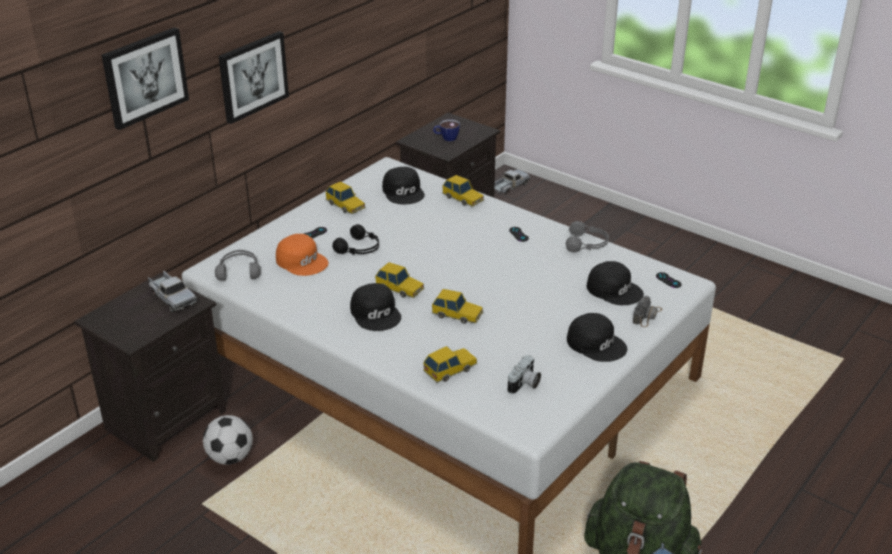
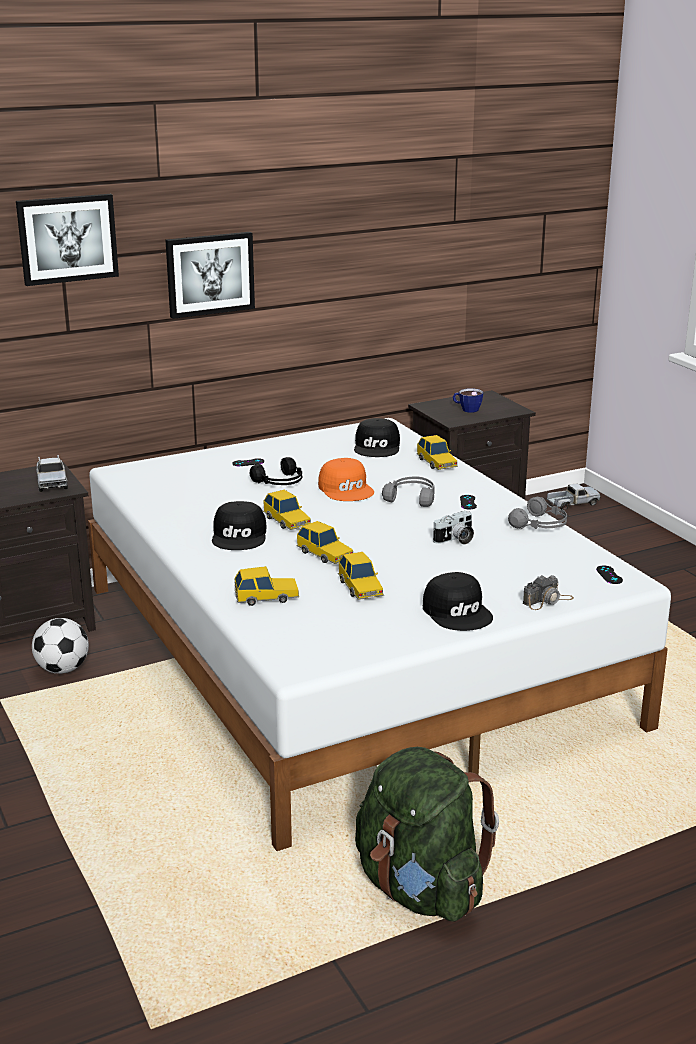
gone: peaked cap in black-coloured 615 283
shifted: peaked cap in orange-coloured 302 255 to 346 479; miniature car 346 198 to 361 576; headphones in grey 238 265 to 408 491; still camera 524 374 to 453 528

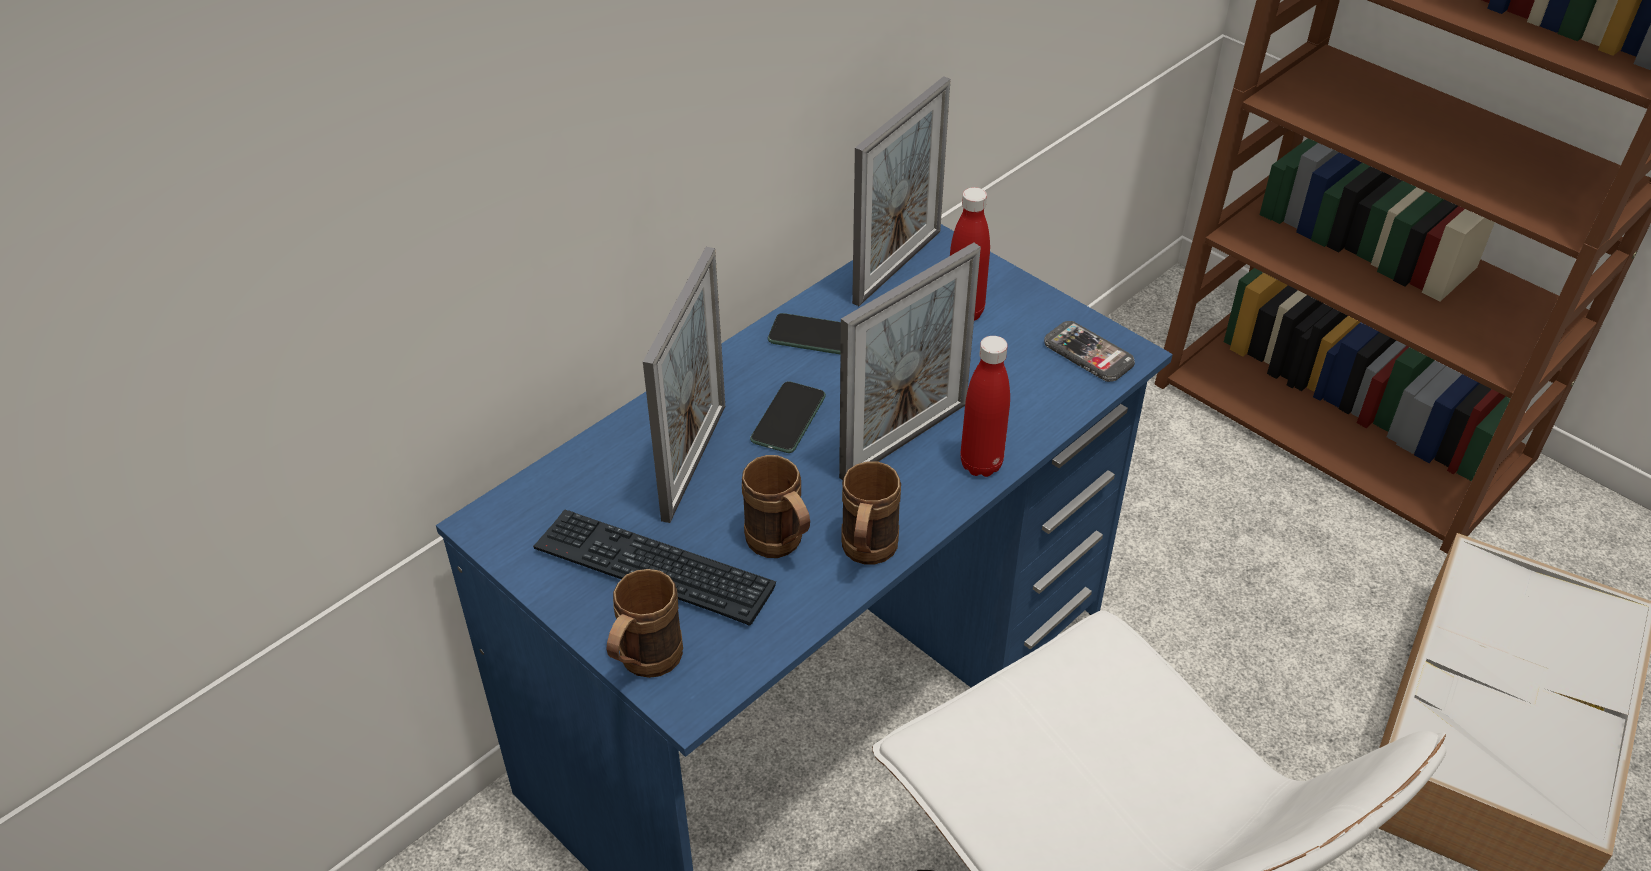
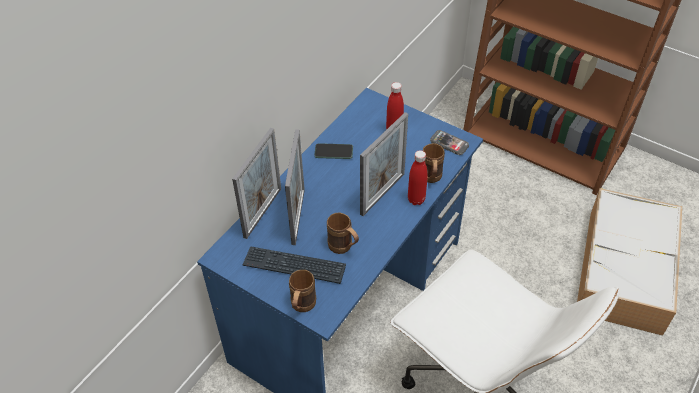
gone: telephone 788 417
shifted: standing frame 901 191 to 256 183; mug in brown 871 512 to 434 163

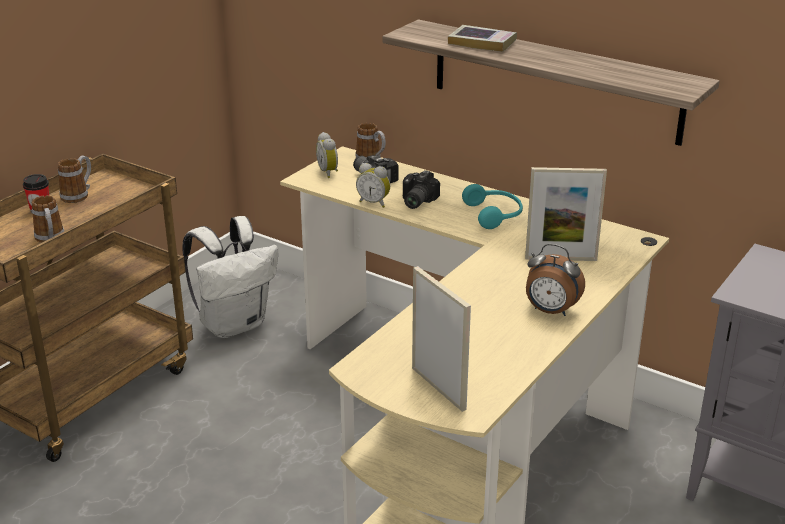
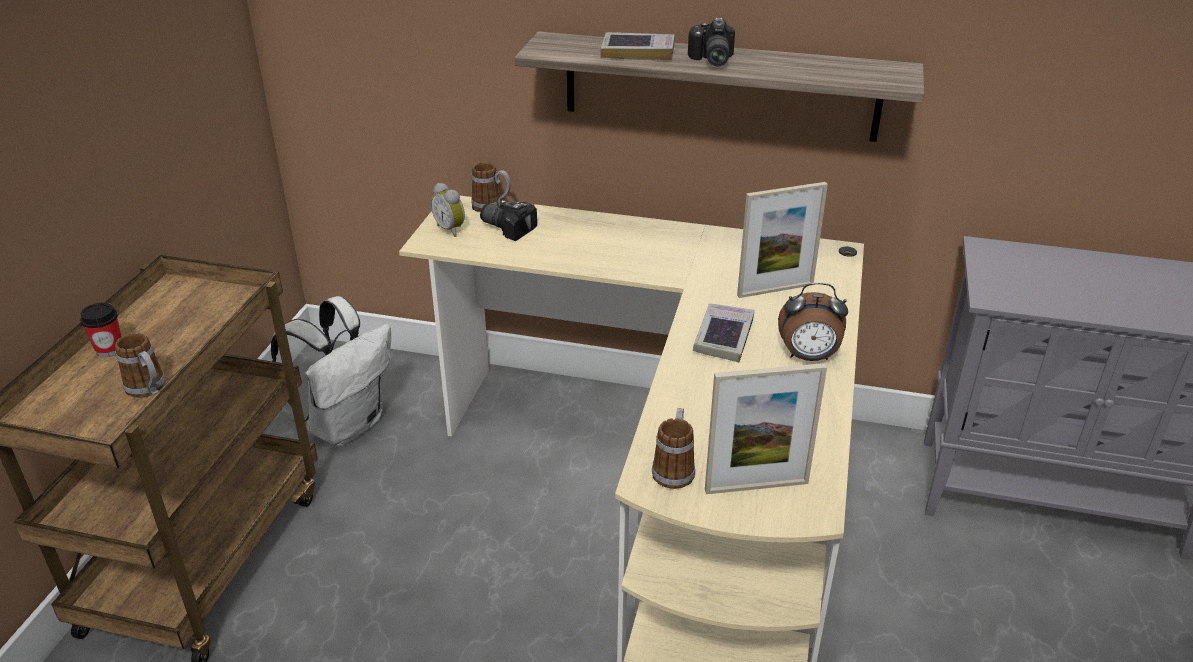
gone: alarm clock 373 185; headphones in blue-green 492 206
new: book 724 333
shifted: mug 74 179 to 673 448; still camera 421 189 to 711 42
rotated: standing frame 441 339 = 766 428 135 degrees clockwise

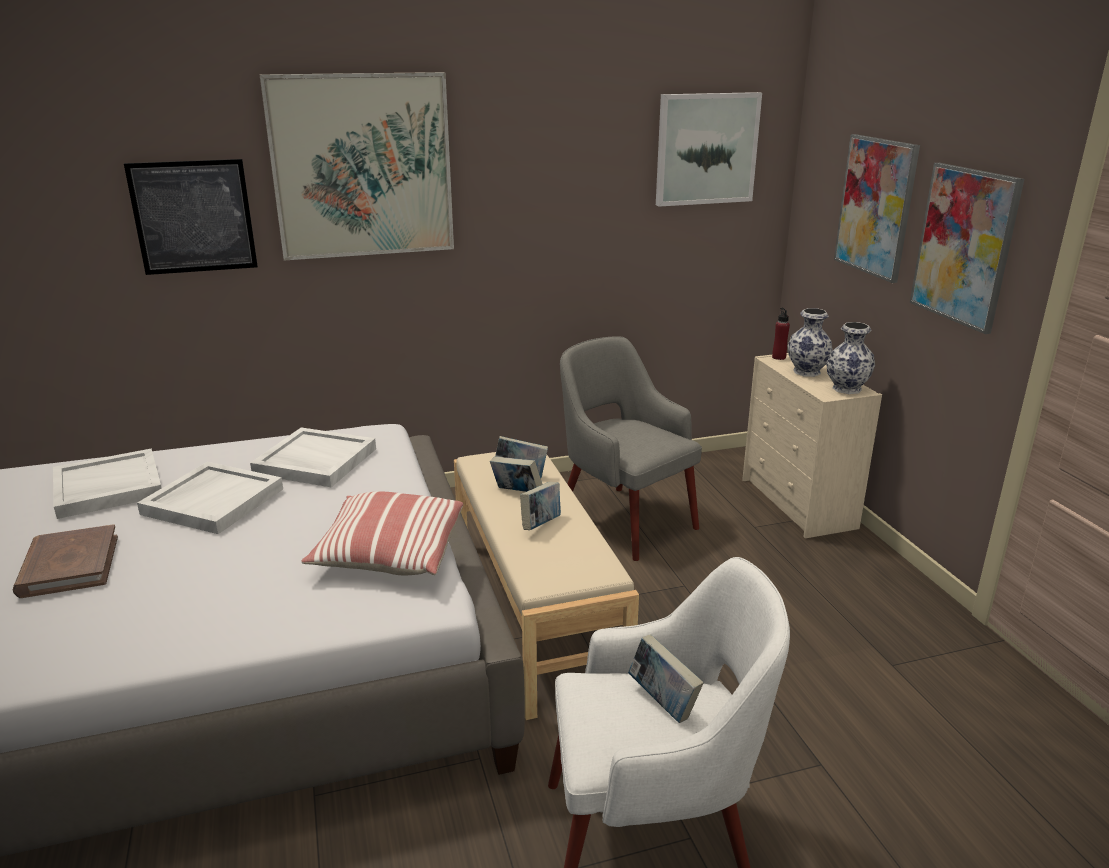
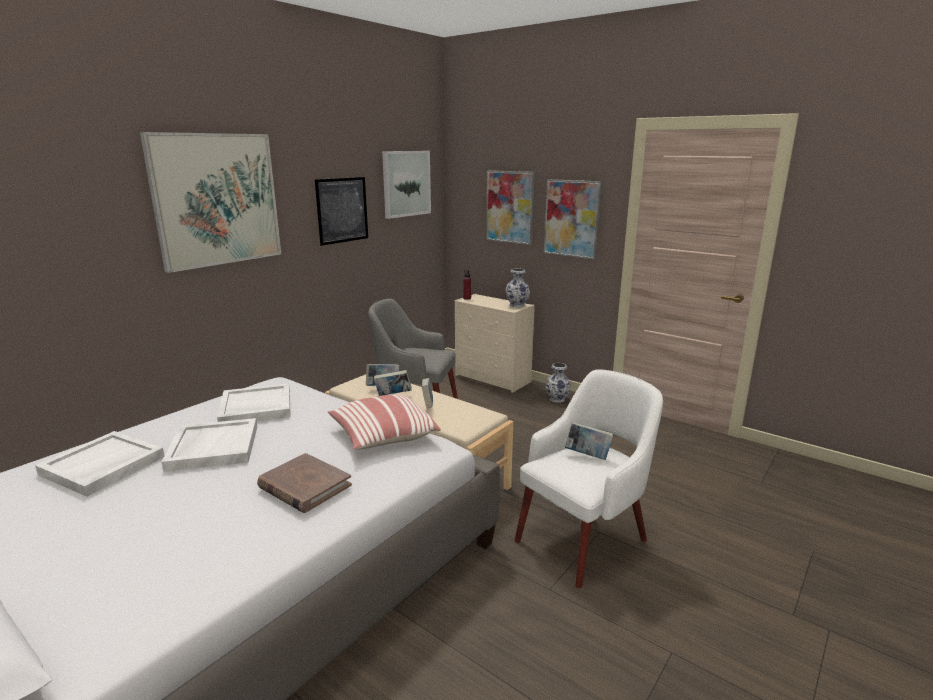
shifted: book in brown 65 561 to 304 483; wall art 191 217 to 341 211; decorative vase 810 342 to 558 383

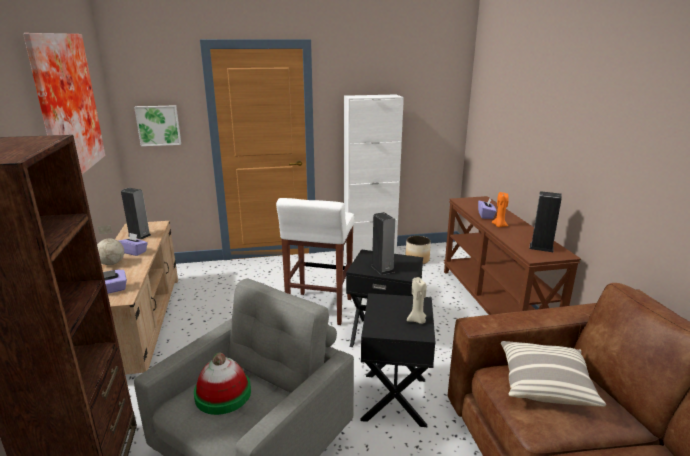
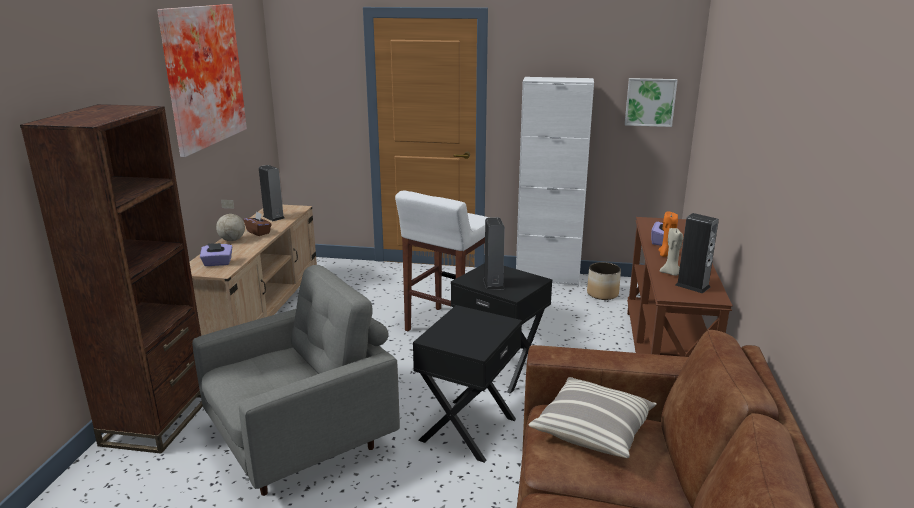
gone: clothing hat 222 384
shifted: wall art 157 125 to 651 102; wax light in sand-coloured 417 300 to 671 252
repainted: box of tissues in purple-coloured 133 244 to box of tissues in brown 258 223

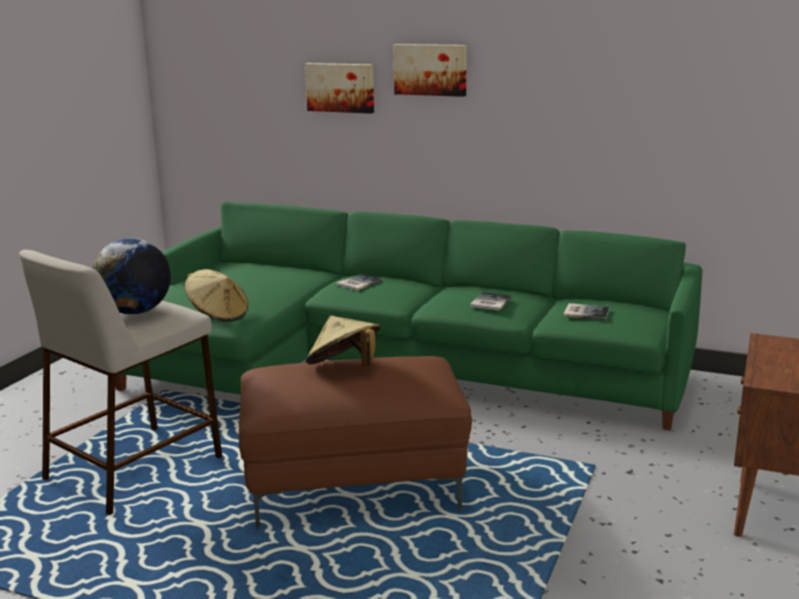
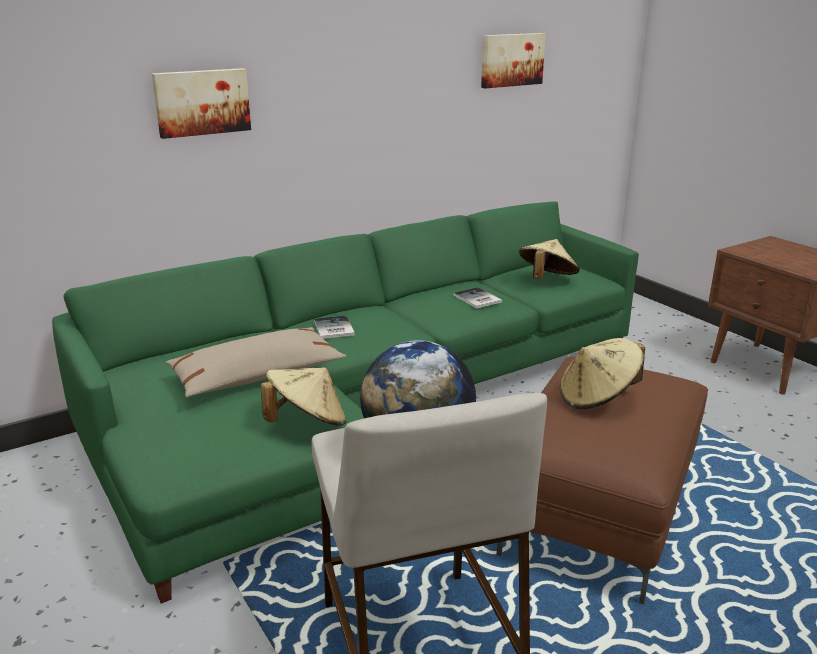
new: throw pillow in sand-coloured 256 362
shifted: wall art 430 70 to 513 60
swapped: book 586 311 to clothing hat in sand-coloured 549 259

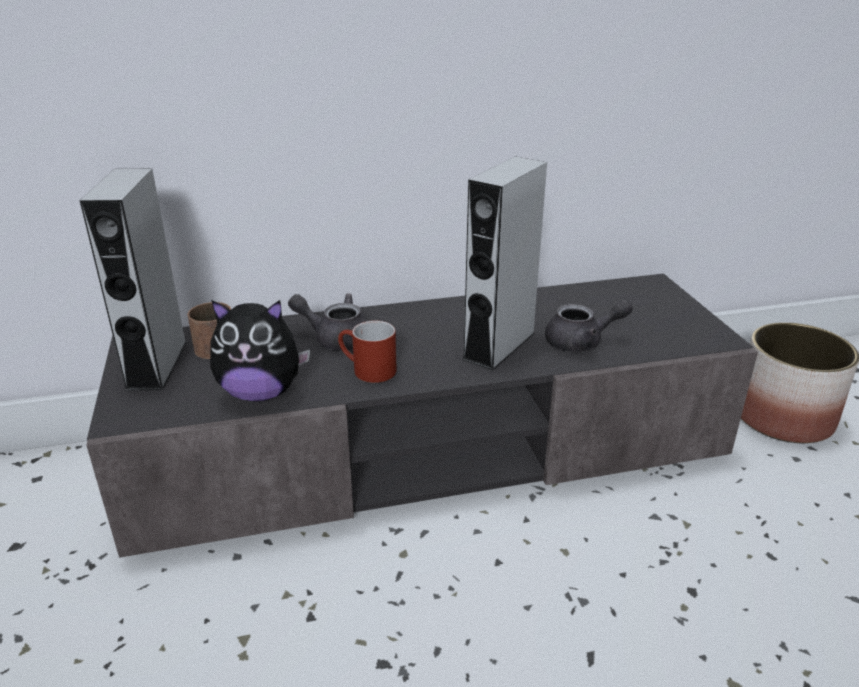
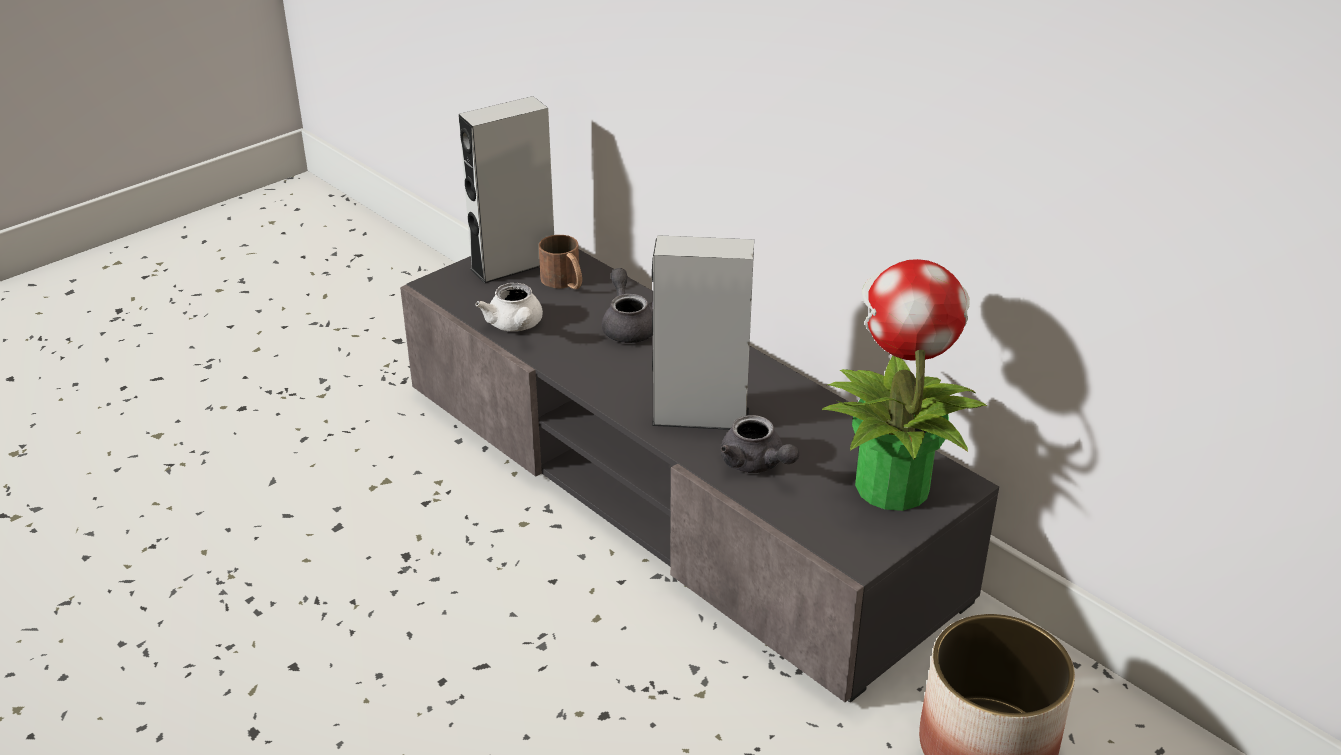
gone: mug in red 367 351
new: plant in a pot 904 385
swapped: cuddly toy 260 351 to tea pot in white 509 307

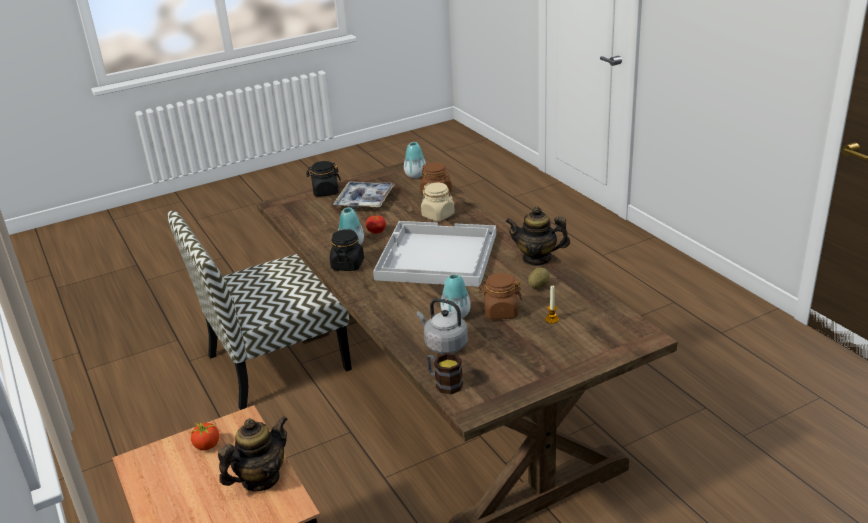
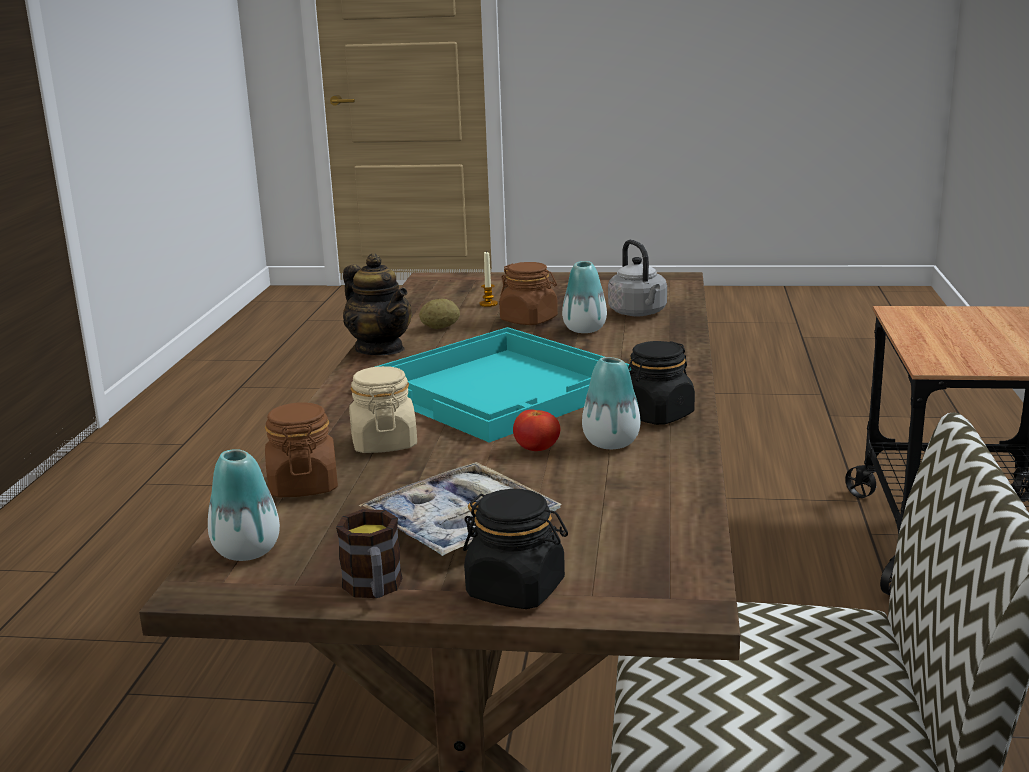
gone: whole tomato 204 436; tea pot 253 454
shifted: mug 445 373 to 369 553
repainted: tray in white 434 254 to tray in blue-green 503 385

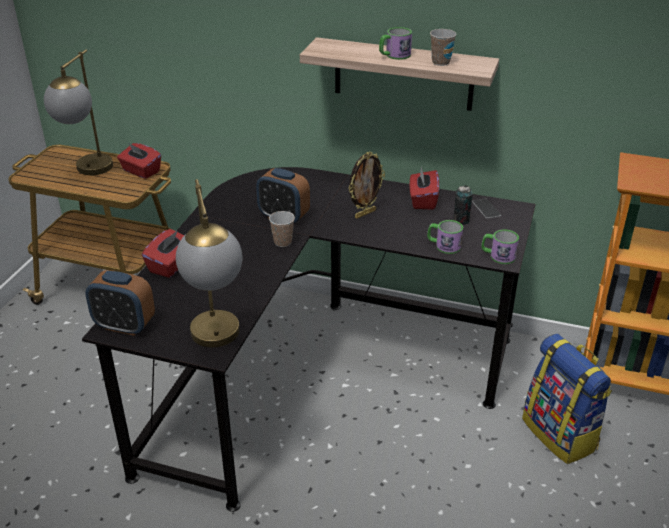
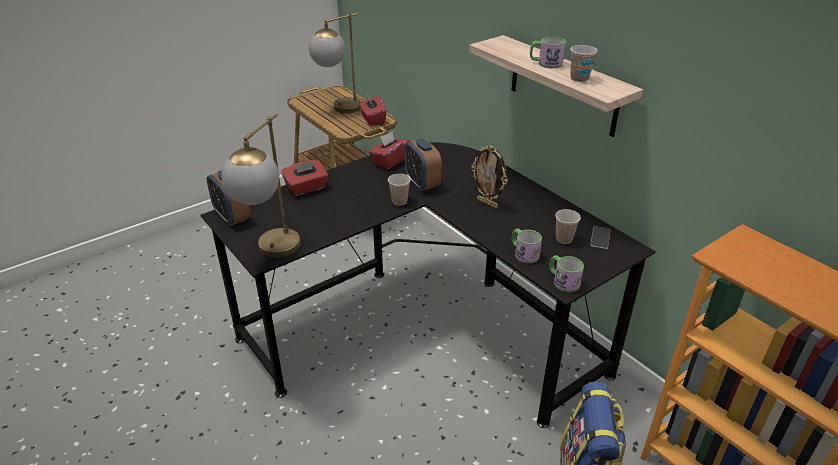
shifted: box of tissues in red 424 188 to 389 150
swapped: metal can 463 205 to drinking cup 568 226
rotated: standing frame 366 185 = 490 176 45 degrees clockwise

